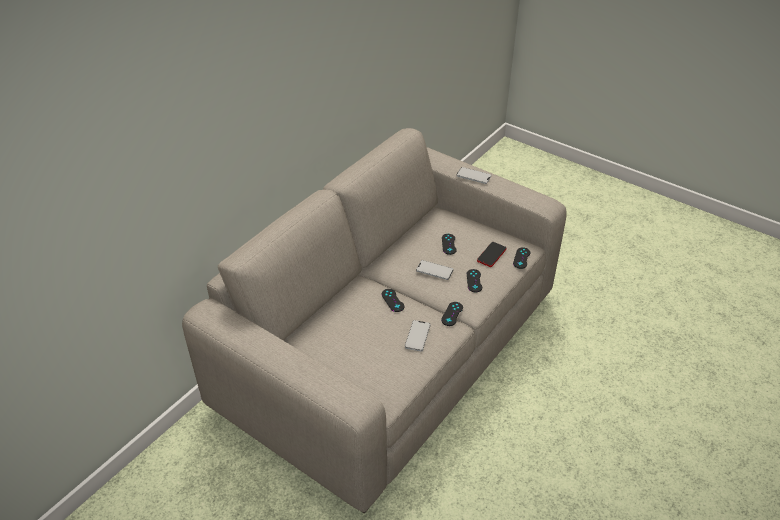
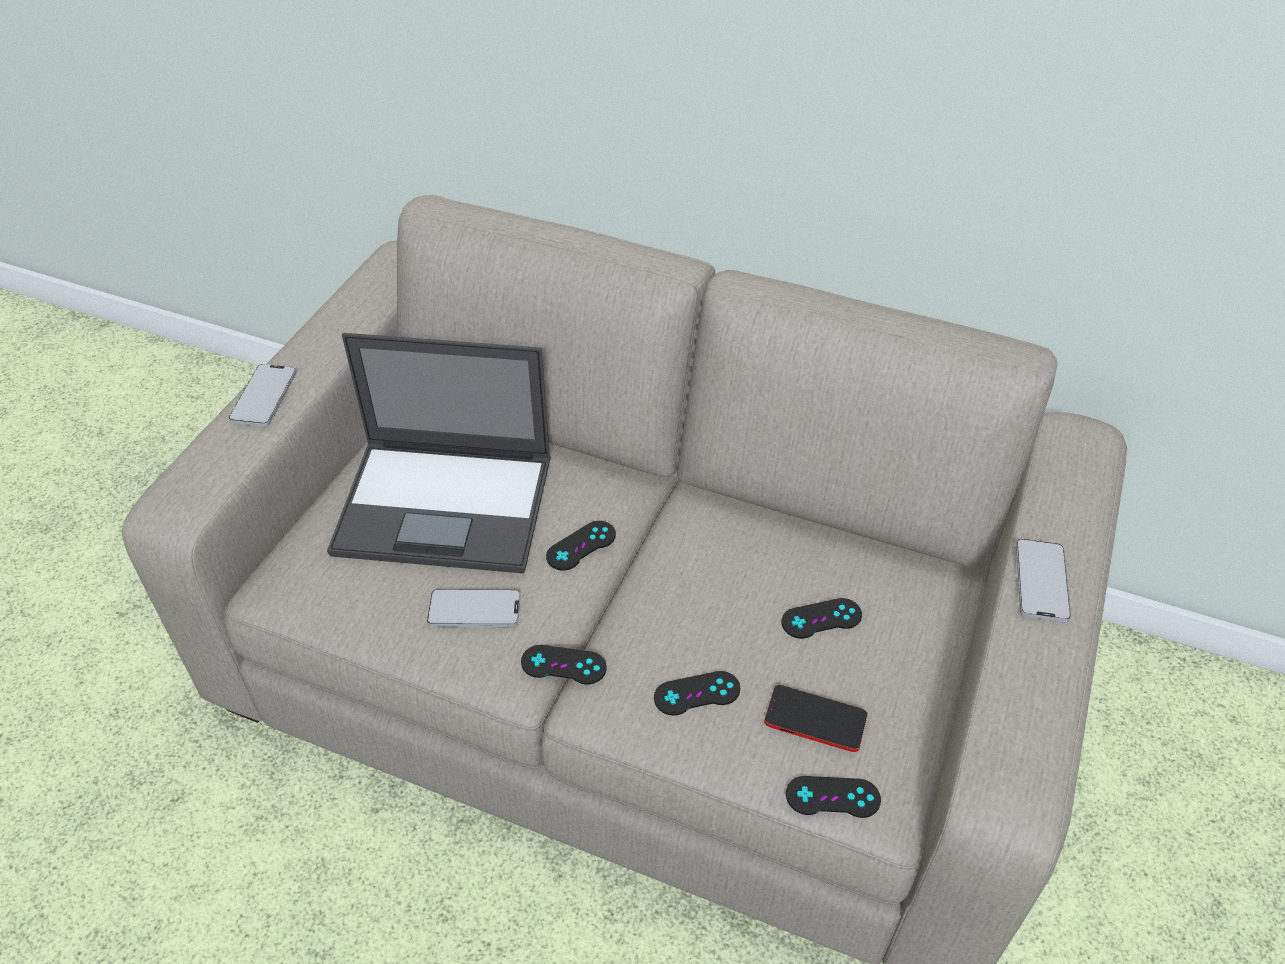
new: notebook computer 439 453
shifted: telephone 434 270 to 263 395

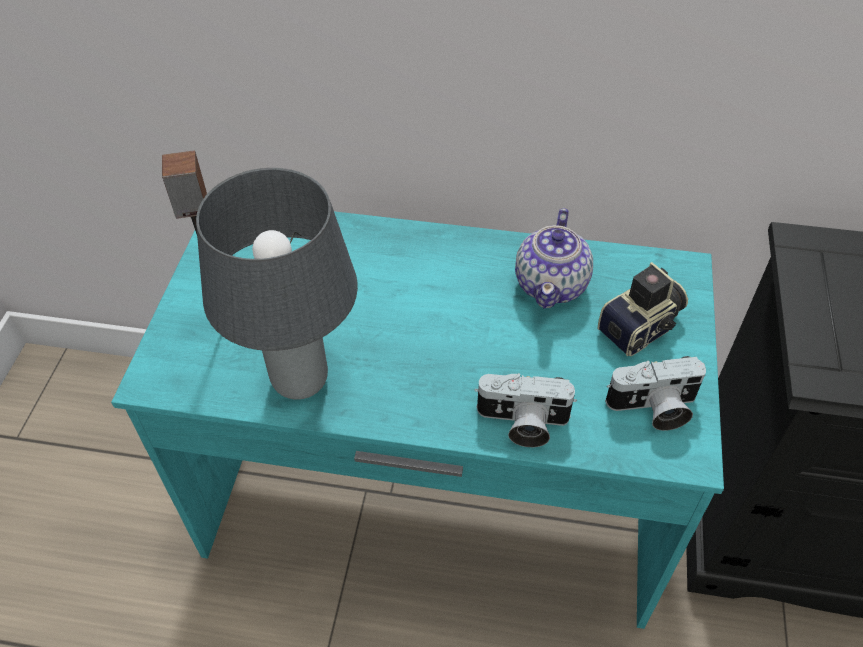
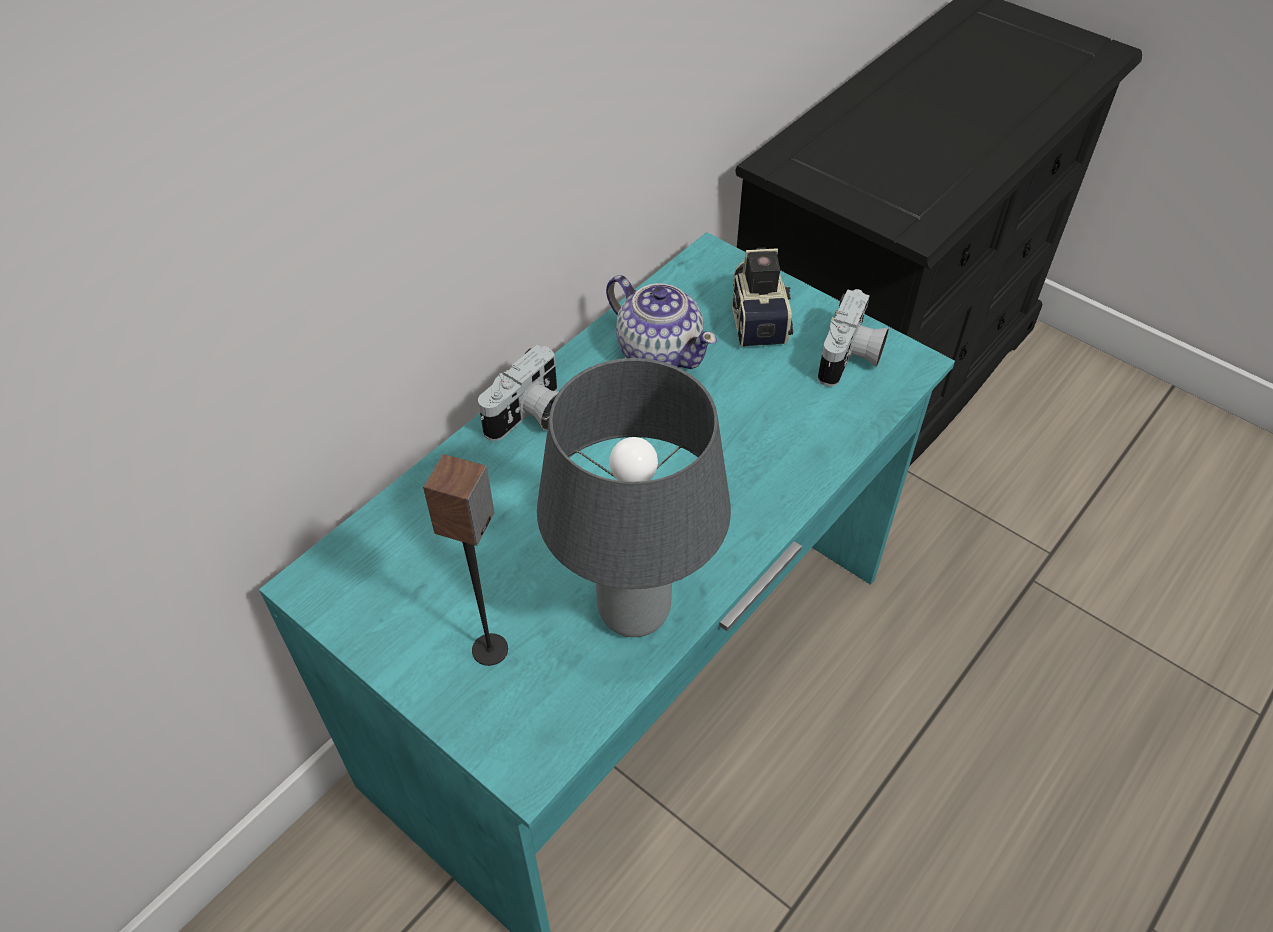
shifted: still camera 525 410 to 518 393

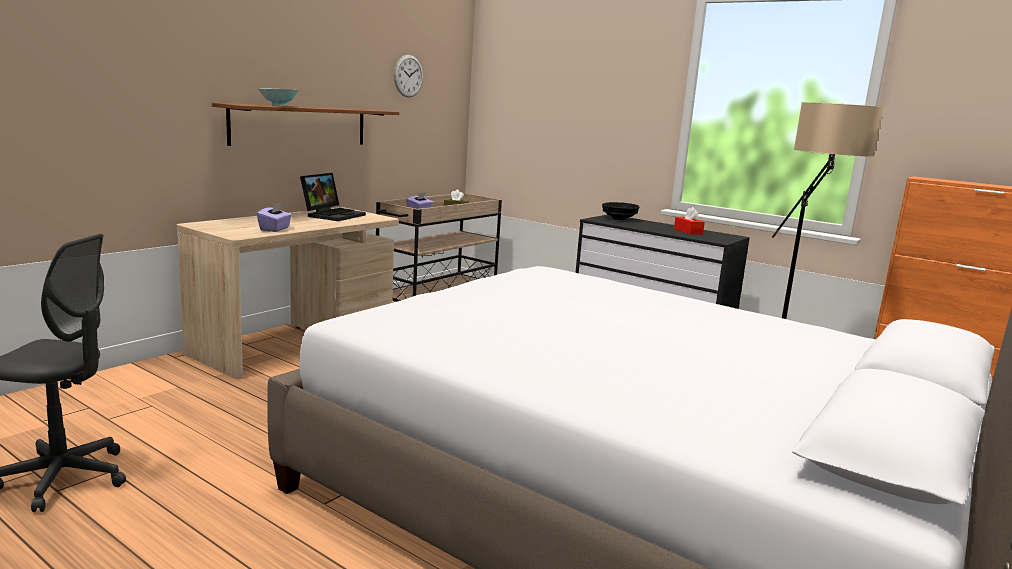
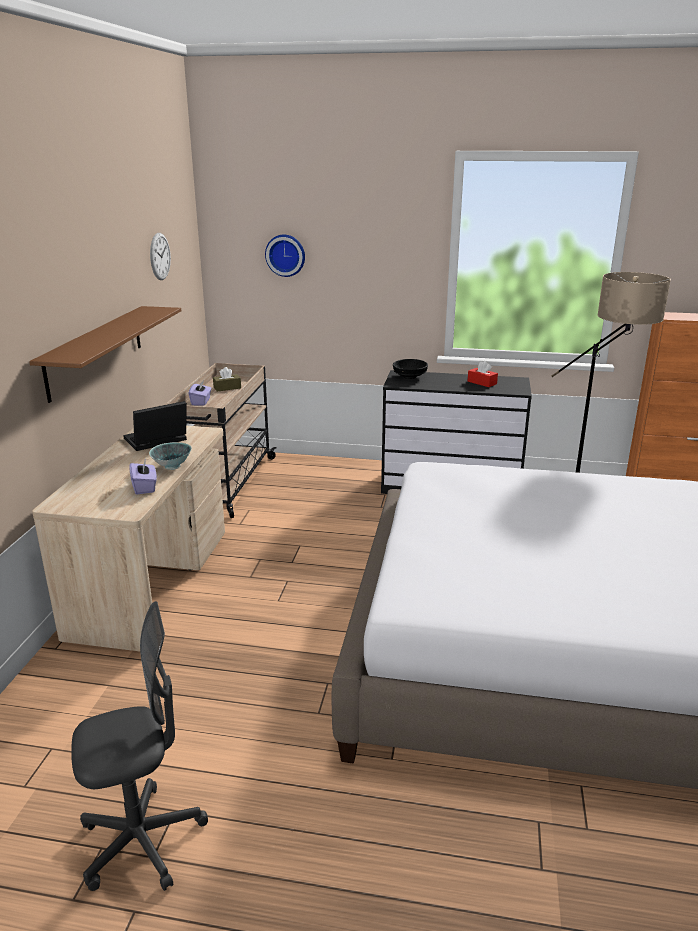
new: clock on the wall 285 256
shifted: deep dish 278 97 to 170 456
rotated: notebook computer 333 197 = 155 426 120 degrees counterclockwise

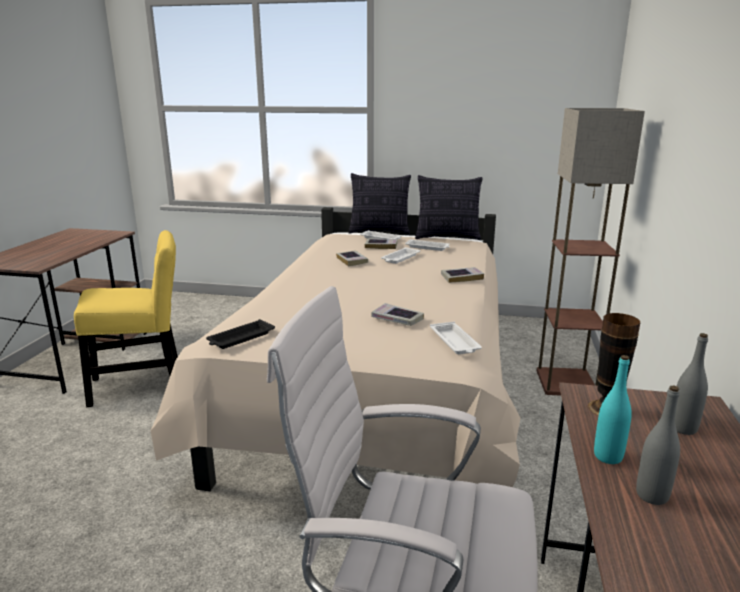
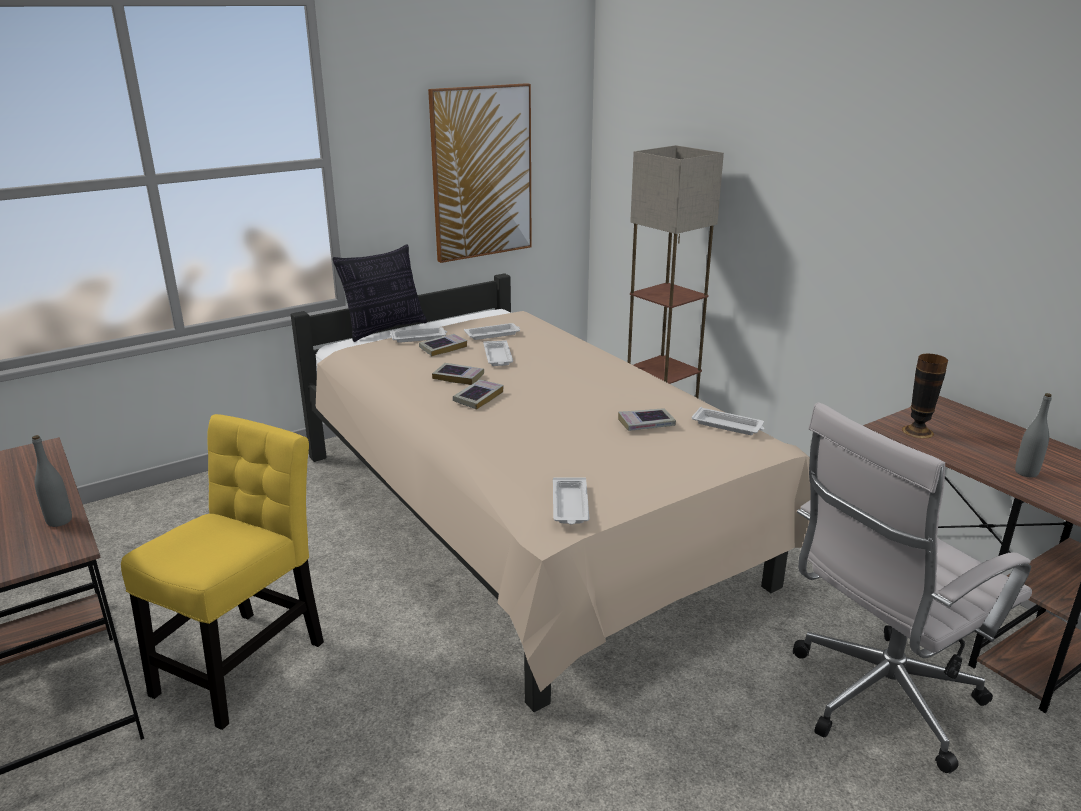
gone: throw pillow 449 207; beverage bottle in blue-green 613 409
new: wall art 480 173
shifted: beverage bottle in grey 691 384 to 52 481; book 462 275 to 478 395
repainted: tray in black-coloured 240 334 to tray in white 571 501

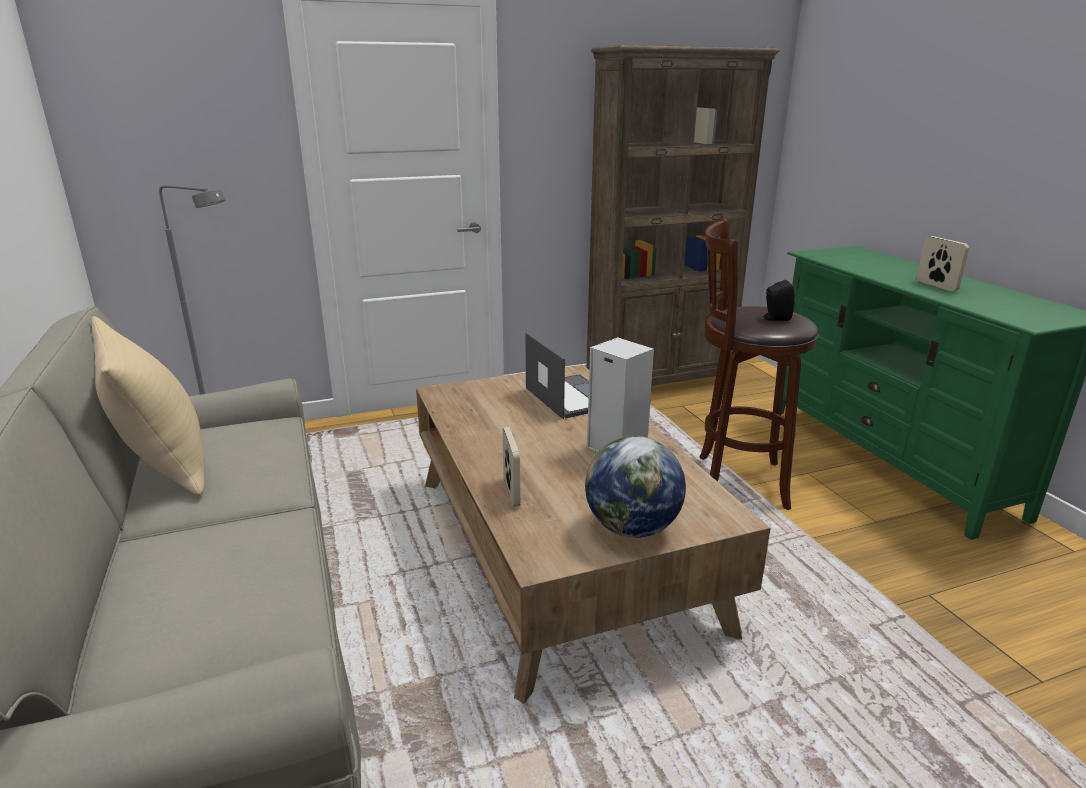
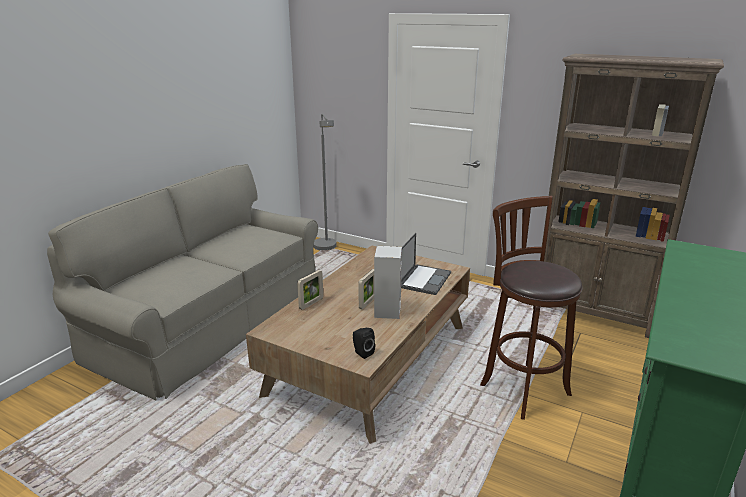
gone: throw pillow in sand-coloured 148 405; desk globe 635 487
shifted: speaker in black-coloured 779 300 to 364 343; standing frame 943 263 to 366 289

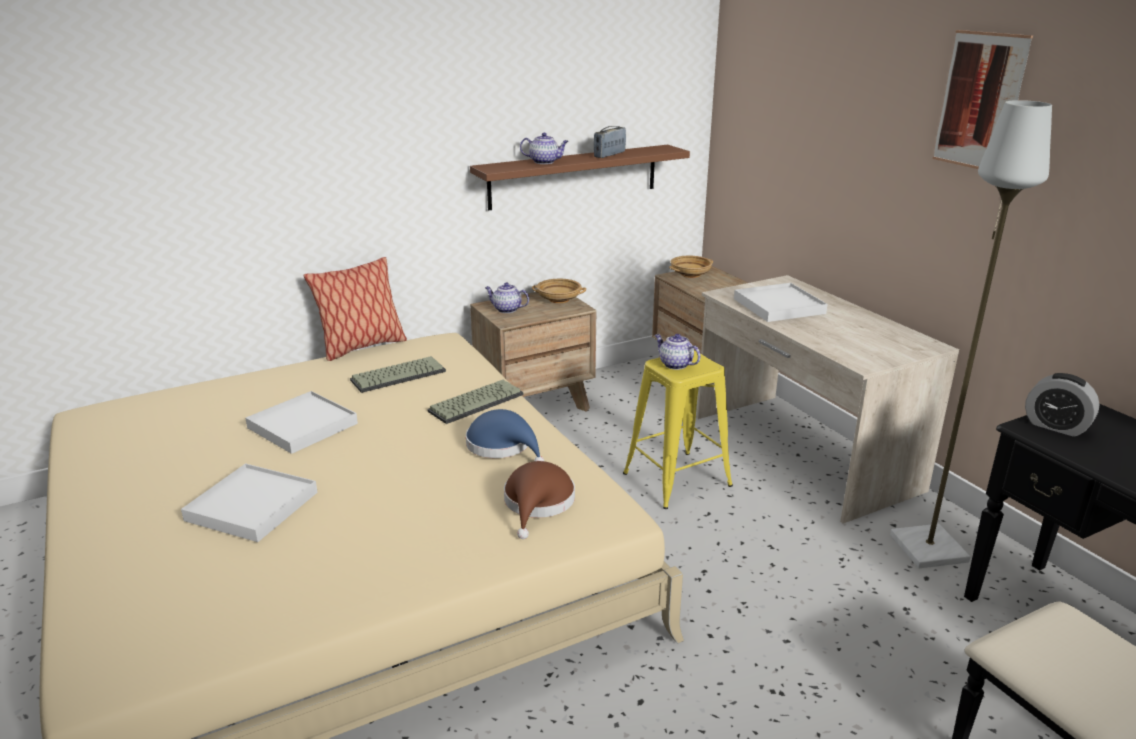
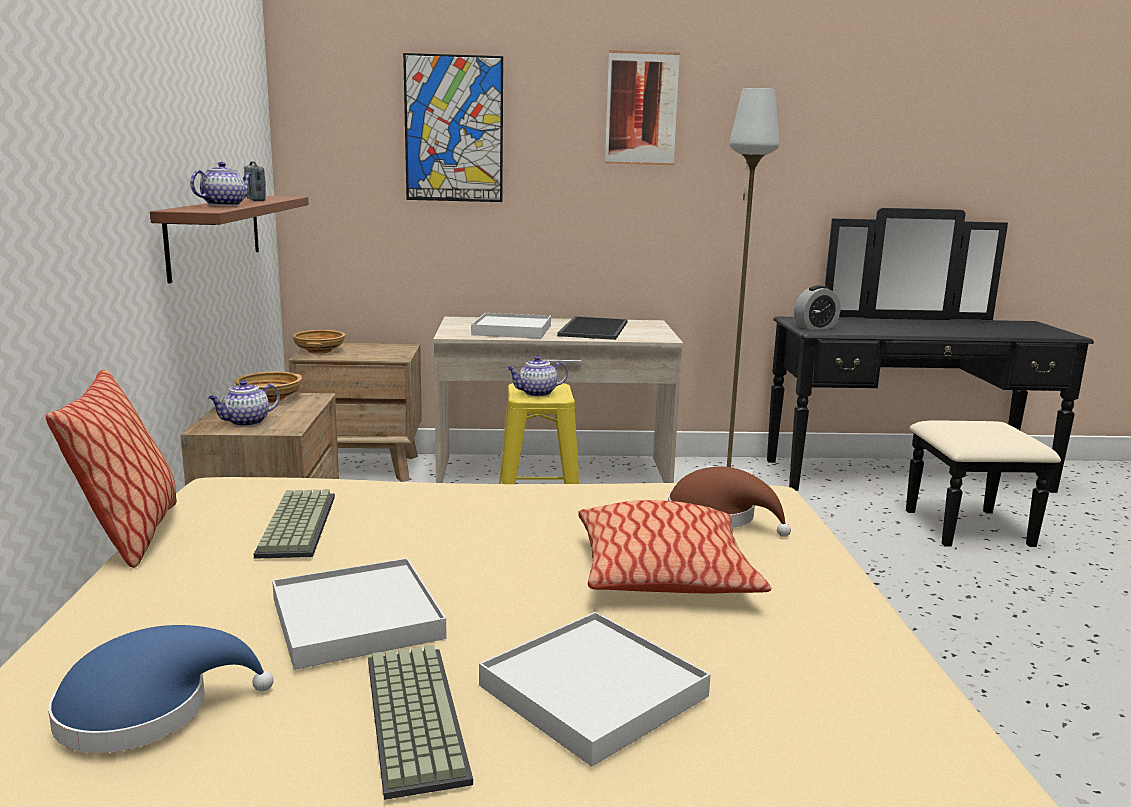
new: wall art 453 127; tray 592 328; throw pillow 674 546
shifted: clothing hat in blue 505 435 to 161 689; PC keyboard 475 402 to 420 723

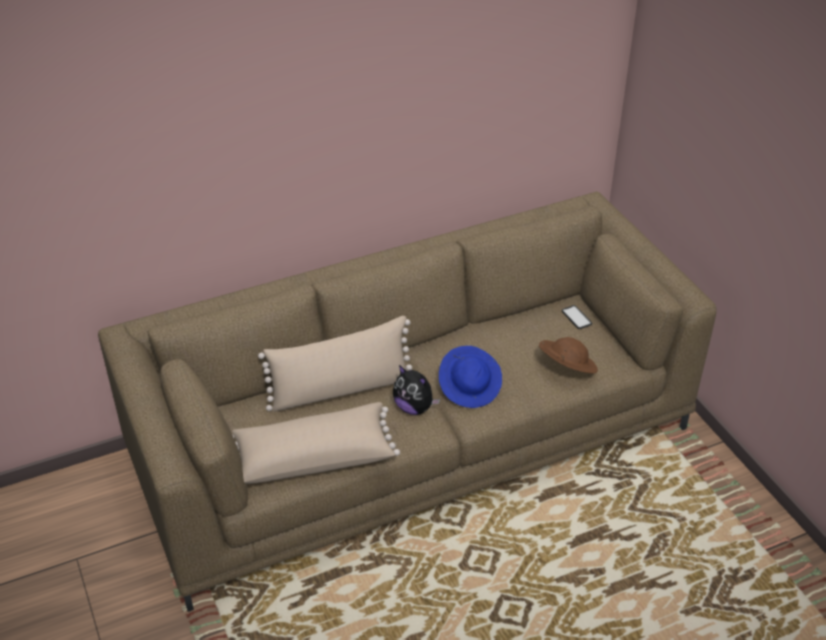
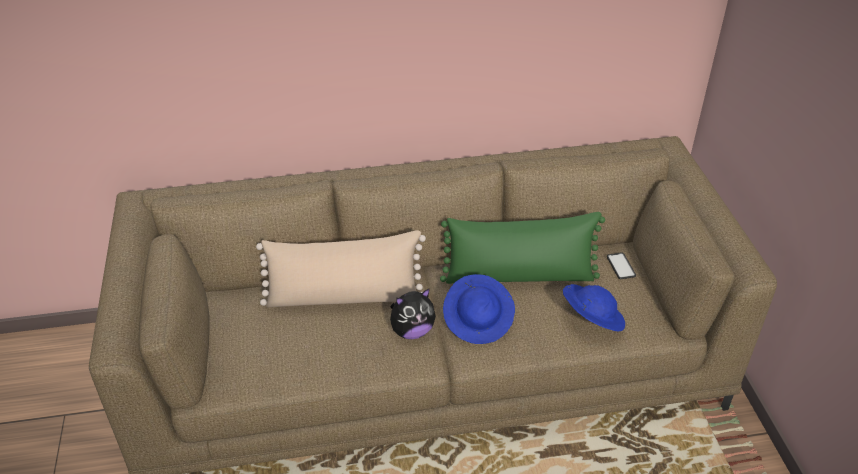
gone: throw pillow in sand-coloured 316 443
new: throw pillow in green-coloured 522 248
repainted: clothing hat in brown 568 355 to clothing hat in blue 594 307
rotated: cuddly toy 416 390 = 413 314 75 degrees counterclockwise

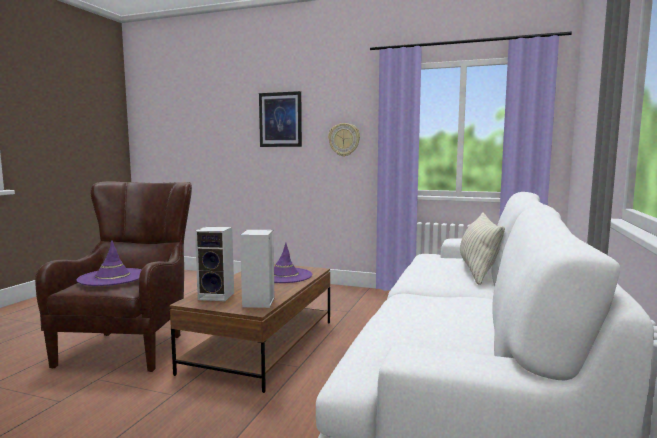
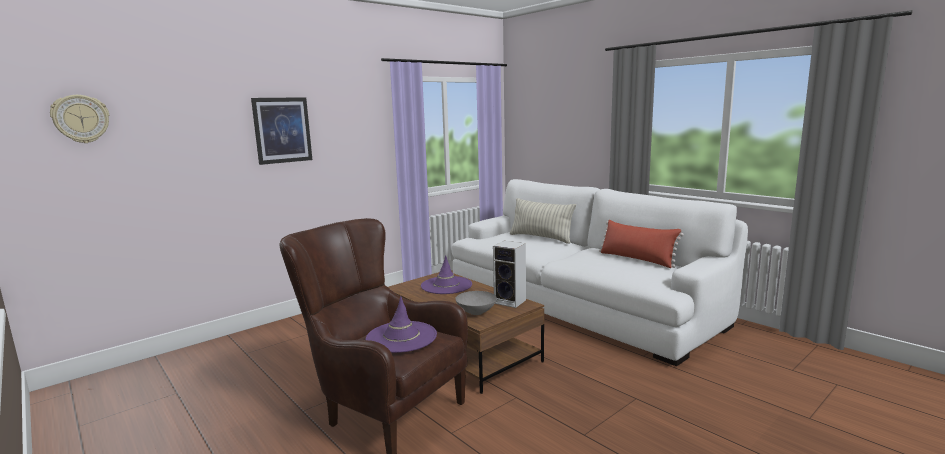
new: throw pillow in red 641 244
shifted: clock on the wall 344 139 to 79 119
swapped: speaker 214 264 to deep dish in grey 476 303

